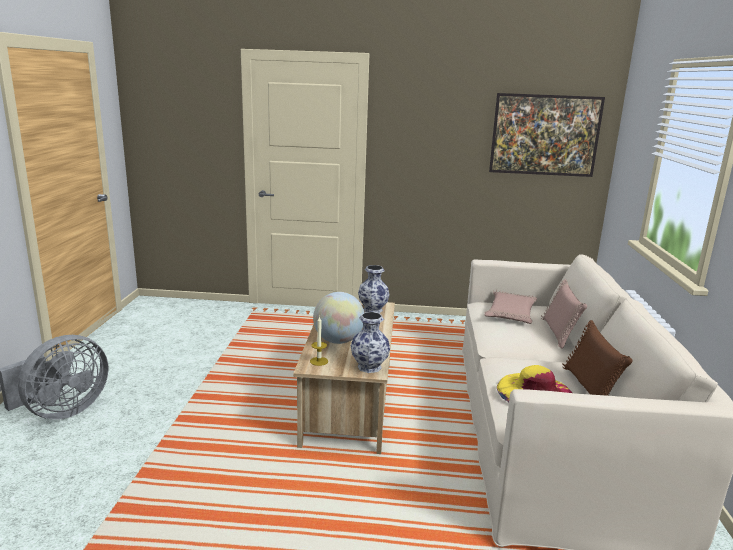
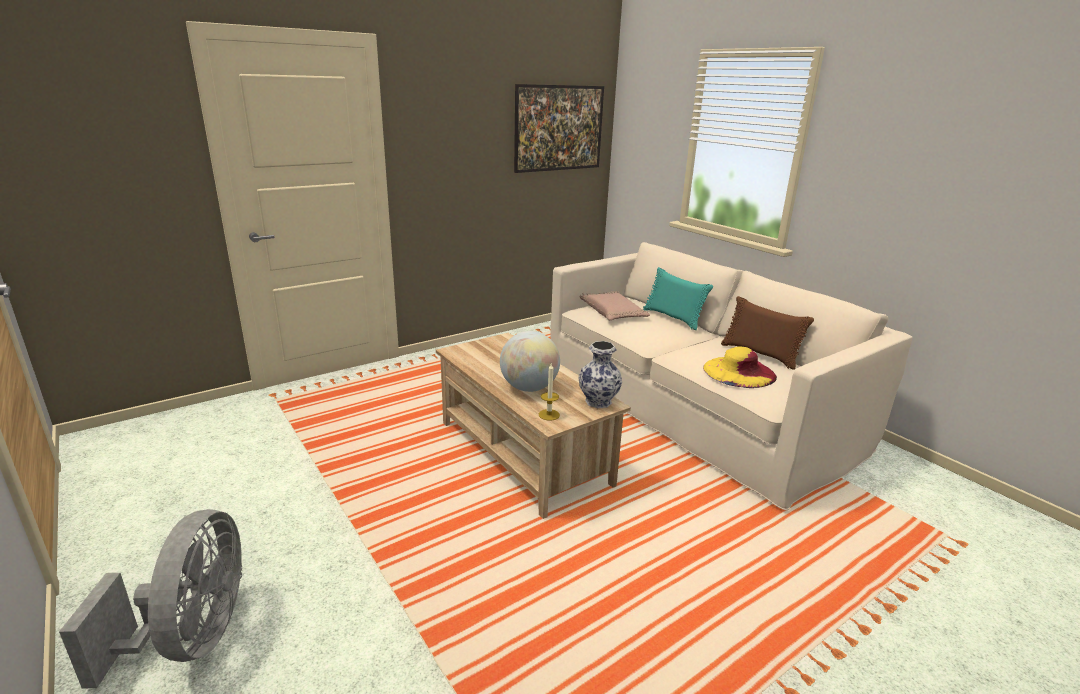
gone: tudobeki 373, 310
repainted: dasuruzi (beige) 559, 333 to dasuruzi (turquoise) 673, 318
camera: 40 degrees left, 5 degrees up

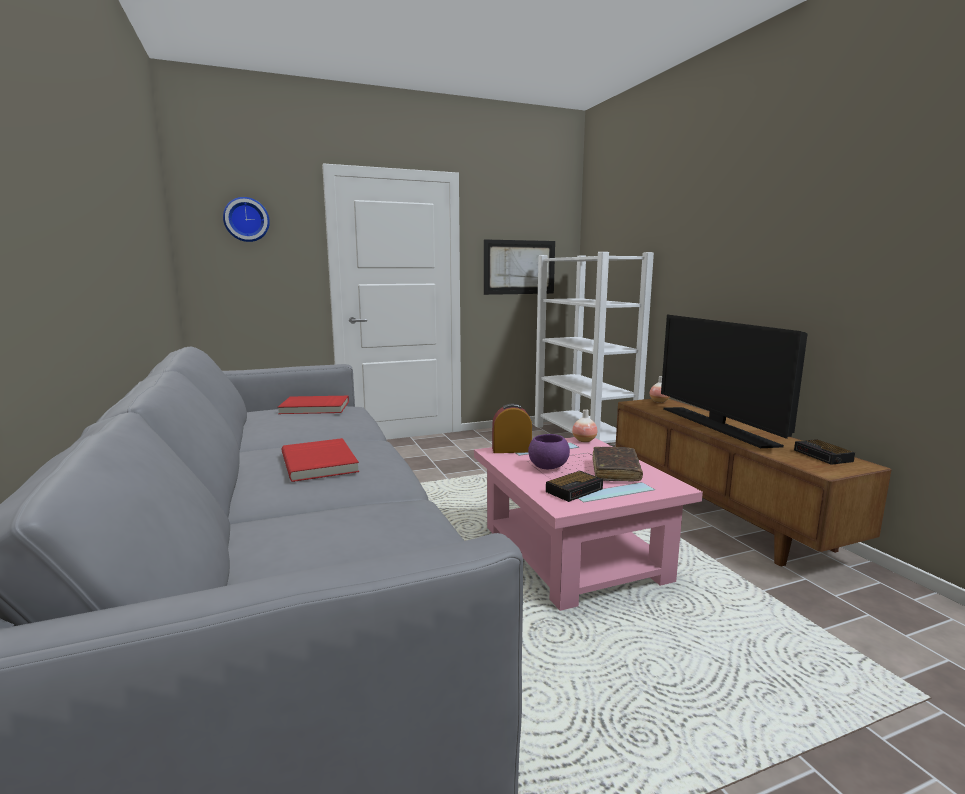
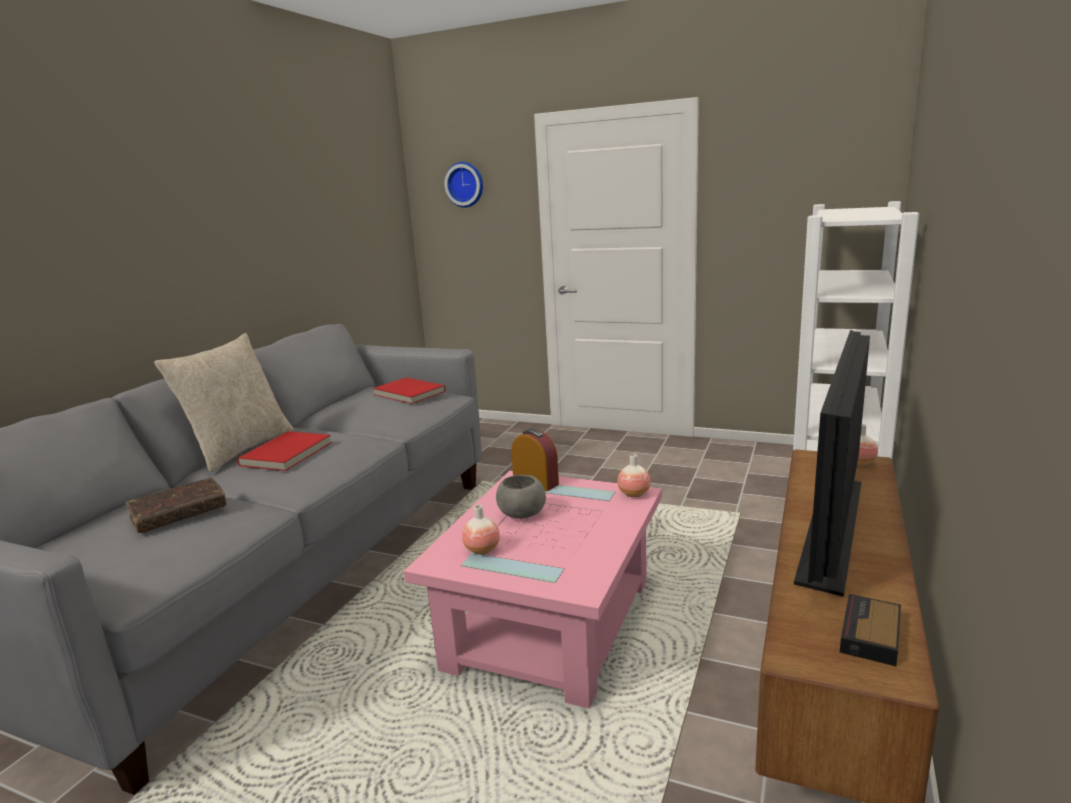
gone: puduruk 519, 267
new: dasuruzi (beige) 240, 448
shifted: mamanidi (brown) 615, 471 to 179, 514
swapped: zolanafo 575, 490 to tudobeki 482, 550
repainted: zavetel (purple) 548, 467 to zavetel (grey) 522, 515
camera: 45 degrees right, 5 degrees up

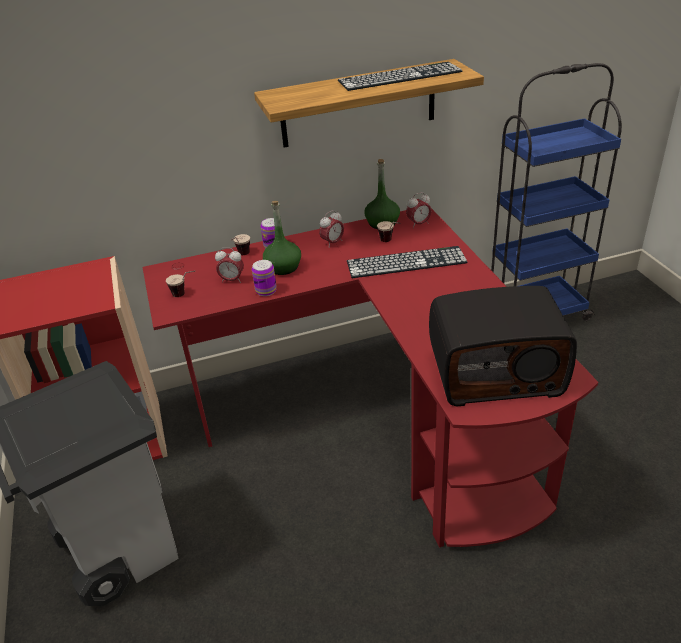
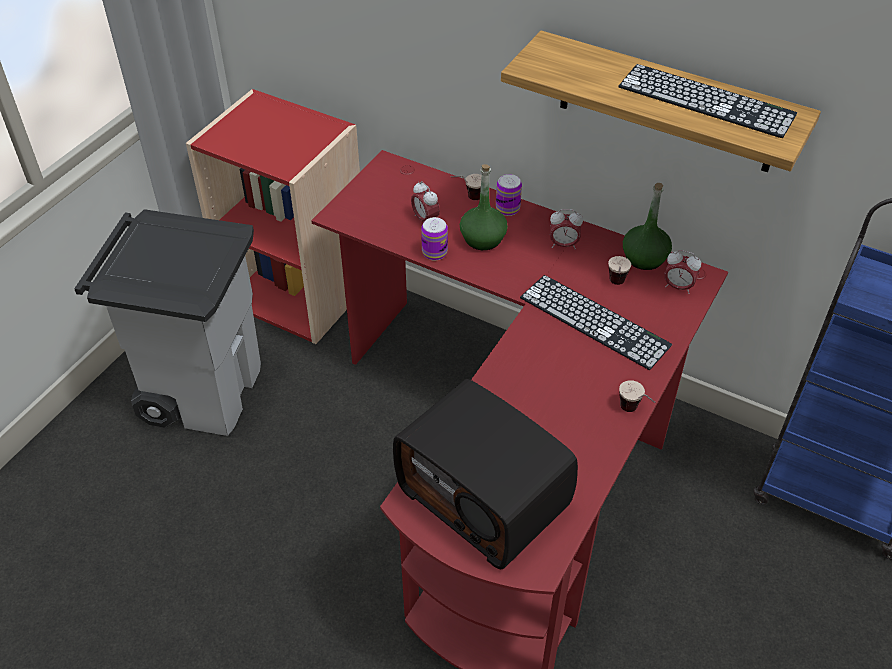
shifted: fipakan 185, 294 to 634, 413
camera: 45 degrees right, 10 degrees up

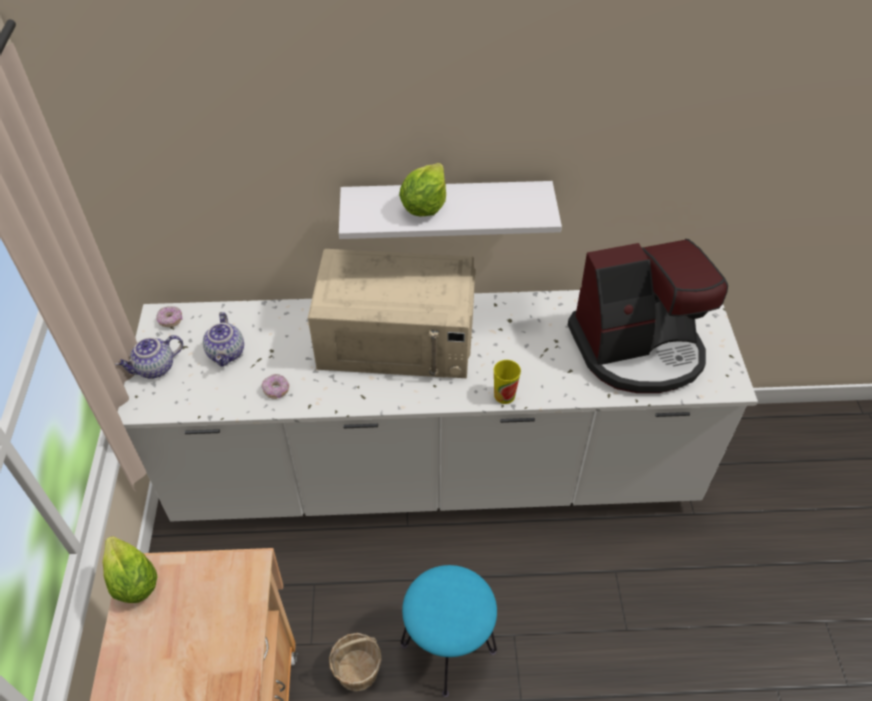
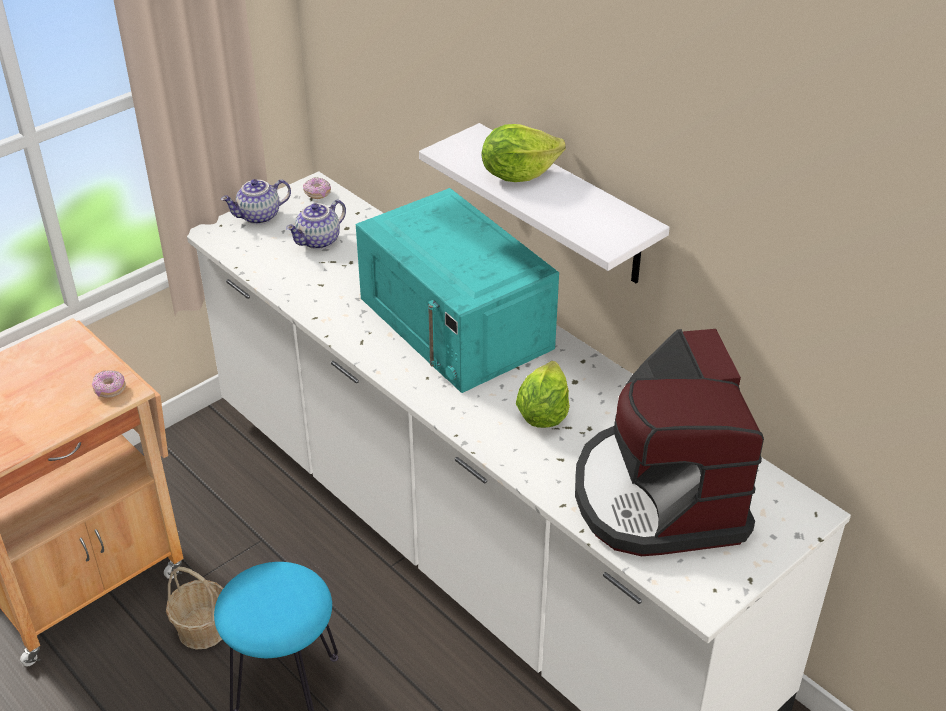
gone: fipakan 504, 395
shifted: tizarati 276, 390 to 110, 390; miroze 133, 582 to 543, 414
repainted: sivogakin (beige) 398, 338 to sivogakin (turquoise) 457, 323
rotated: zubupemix 638, 349 = 658, 496 45 degrees clockwise; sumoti 155, 368 = 259, 217 45 degrees counterclockwise
camera: 50 degrees right, 10 degrees down

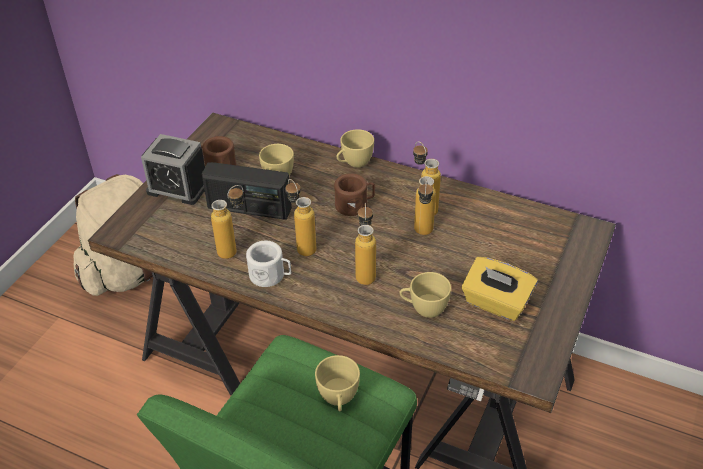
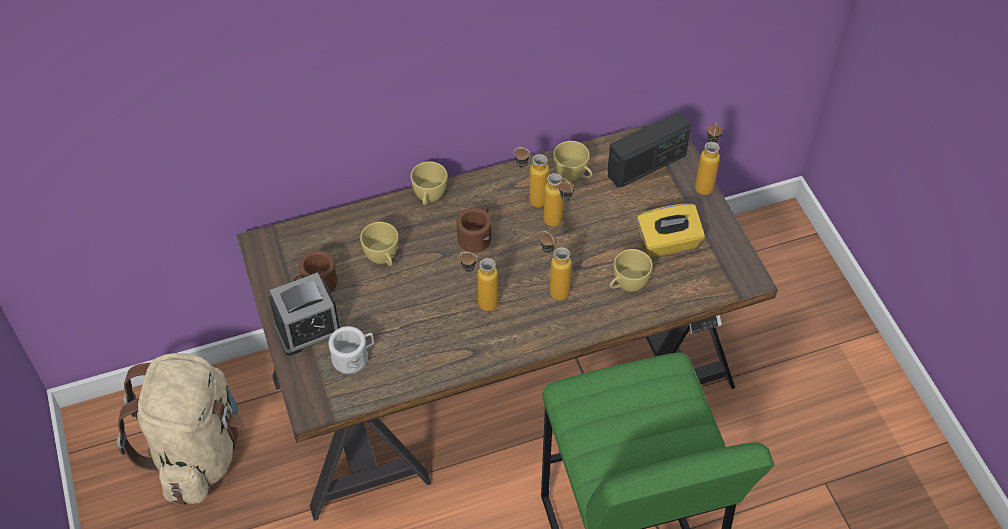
shifted: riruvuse 249, 208 to 647, 165; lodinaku 234, 249 to 704, 182; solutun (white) 271, 276 to 354, 357; fipakan (yellow) 338, 400 to 573, 176
camera: 45 degrees left, 10 degrees up

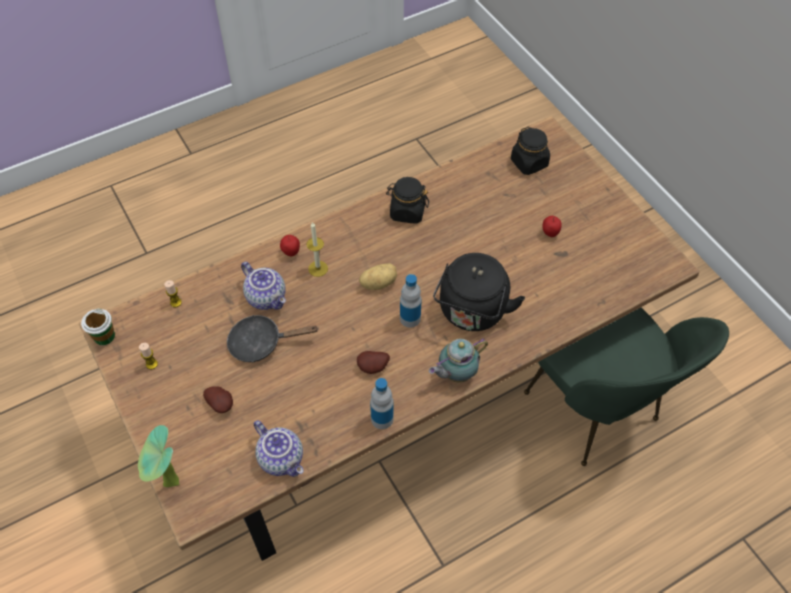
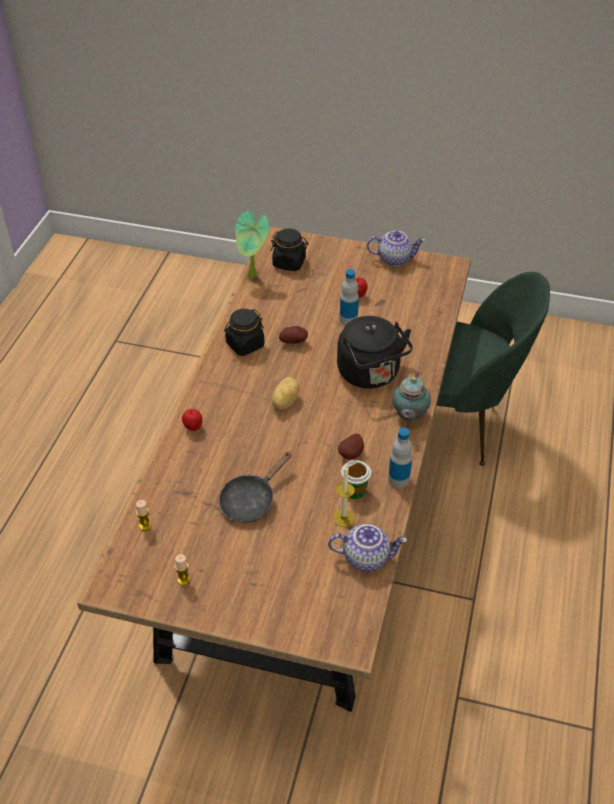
shifted: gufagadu 318, 268 to 343, 518; sumoti 267, 297 to 394, 259; lodinaku 410, 318 to 348, 319; fipakan 104, 336 to 355, 490; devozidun 221, 404 to 294, 341; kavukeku 170, 485 to 252, 278
camera: 45 degrees left, 10 degrees down

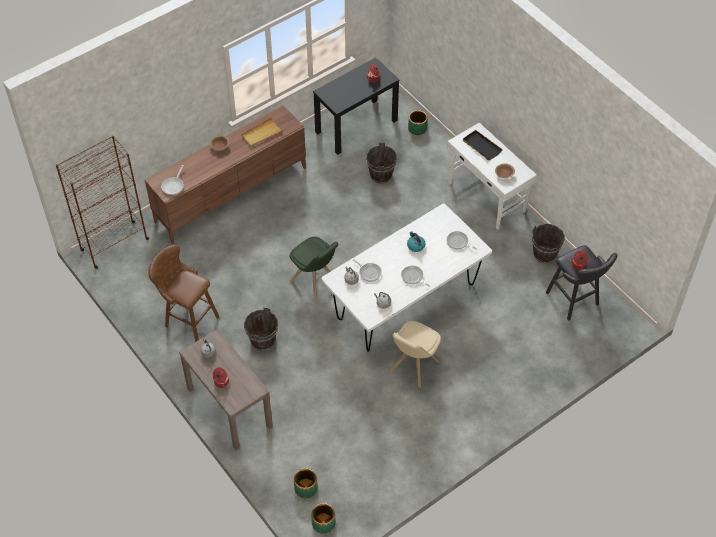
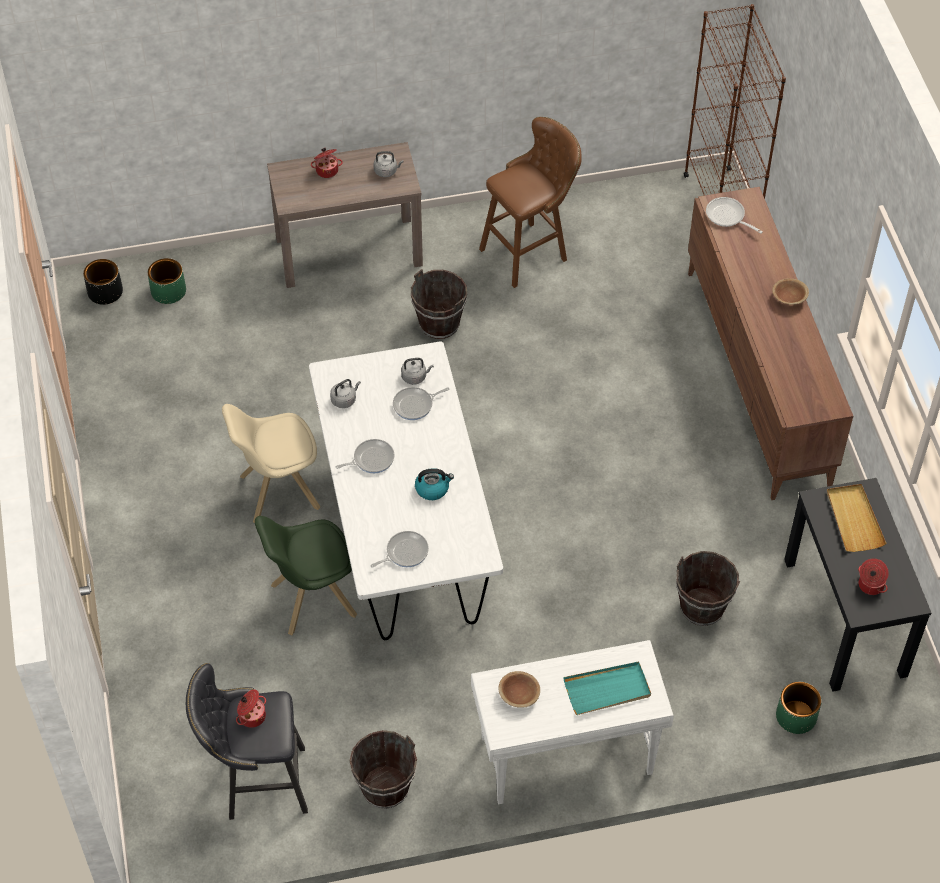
shifted: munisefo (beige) 261, 133 to 854, 519; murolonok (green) 315, 281 to 312, 599
repainted: munisefo (black) 481, 146 to munisefo (turquoise) 607, 690; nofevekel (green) 323, 523 to nofevekel (black) 105, 292
rotated: murolonok (beige) 414, 366 = 278, 491 75 degrees counterclockwise
camera: 115 degrees right, 0 degrees up

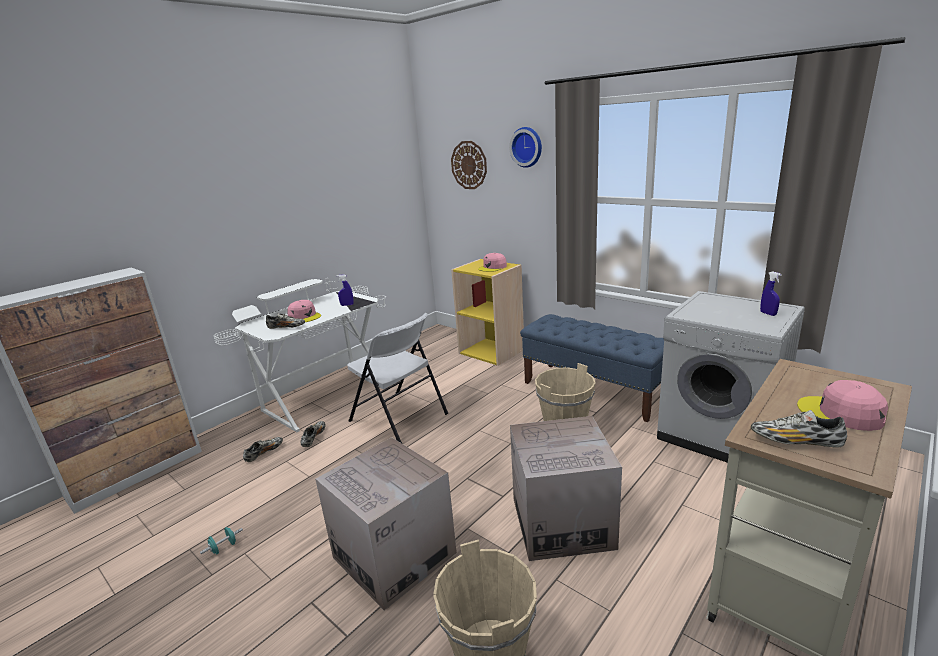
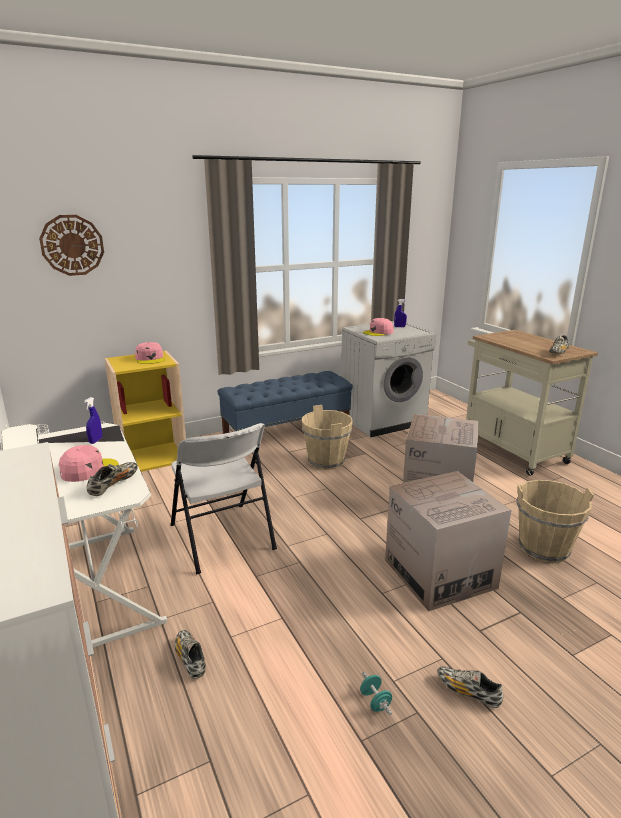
gone: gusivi 527, 147
shifted: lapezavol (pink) 841, 413 to 378, 332; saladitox 314, 438 to 468, 692
rotated: murolonok (white) 398, 417 = 221, 537 90 degrees clockwise
camera: 70 degrees left, 0 degrees up

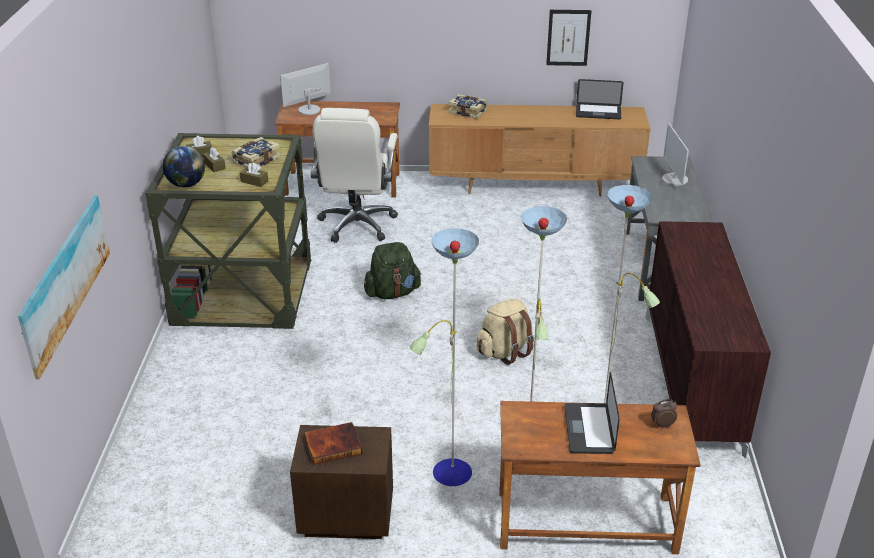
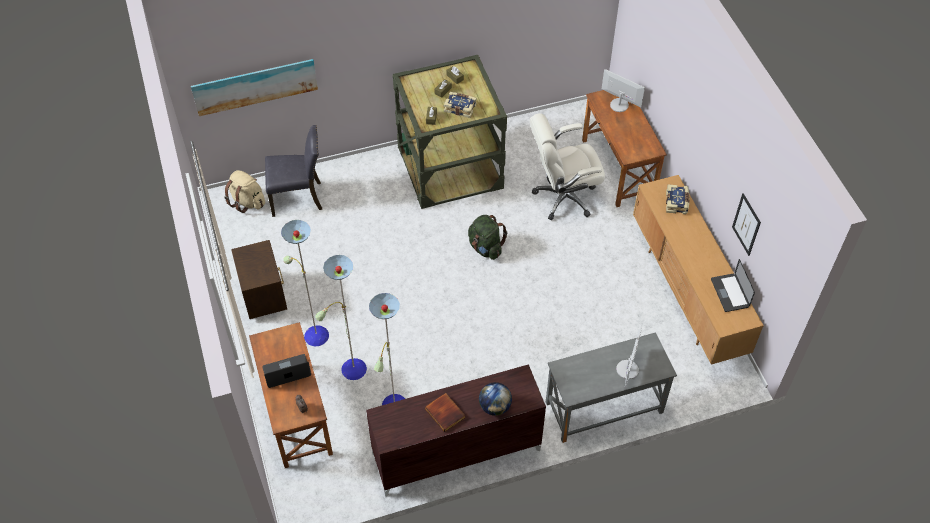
new: murolonok (grey) 298, 197
shifted: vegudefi 186, 184 to 495, 406; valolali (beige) 505, 351 to 247, 201; mamanidi 333, 445 to 446, 413
rotated: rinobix 674, 179 = 627, 369 135 degrees clockwise
camera: 70 degrees right, 20 degrees up

